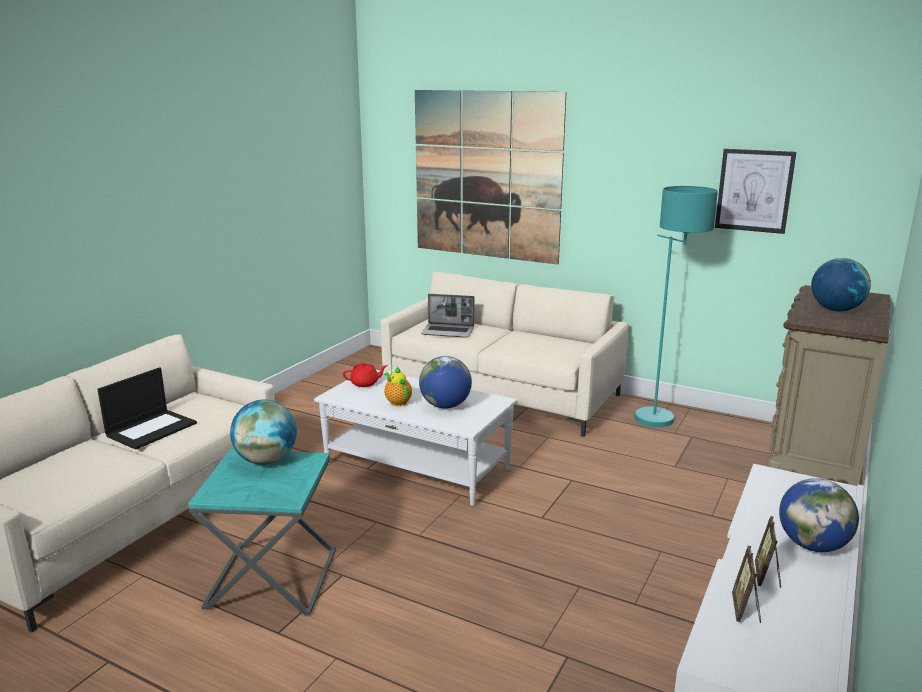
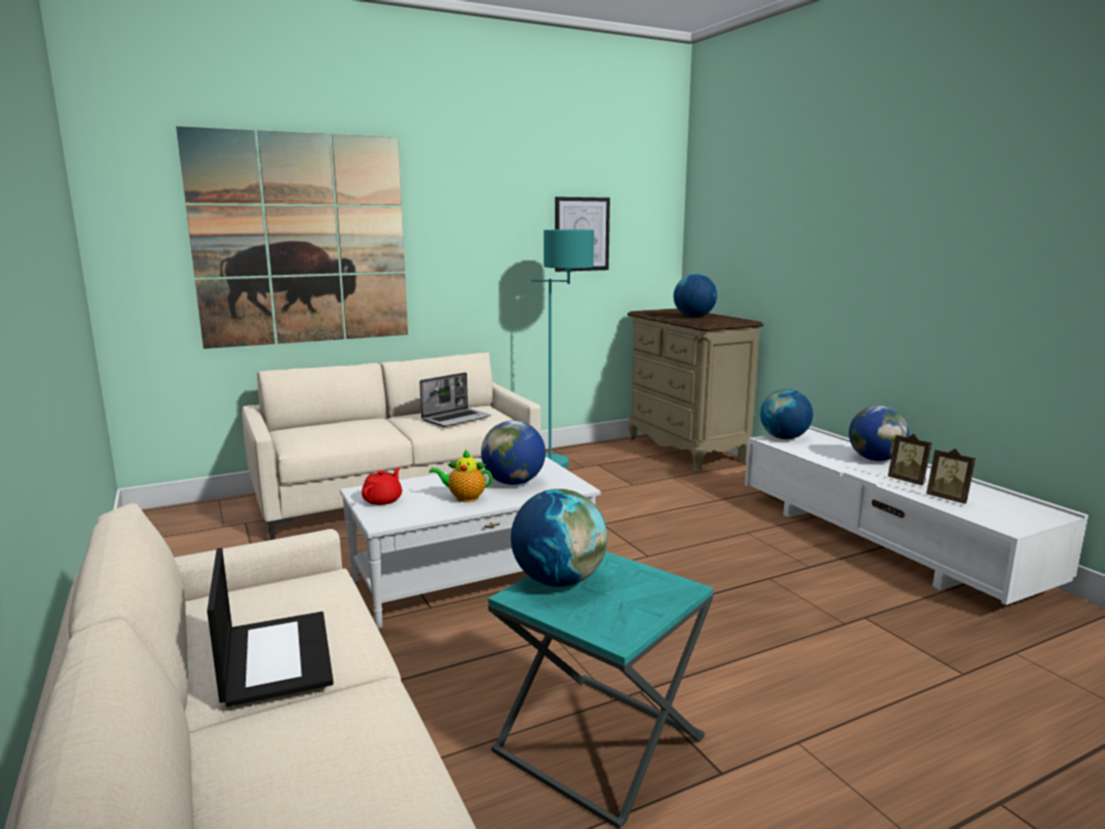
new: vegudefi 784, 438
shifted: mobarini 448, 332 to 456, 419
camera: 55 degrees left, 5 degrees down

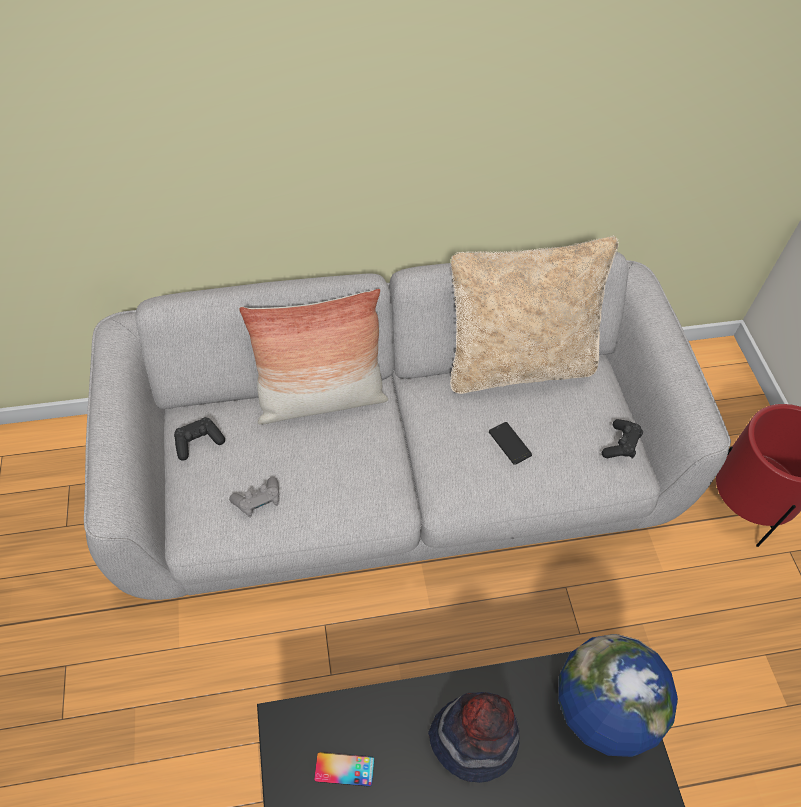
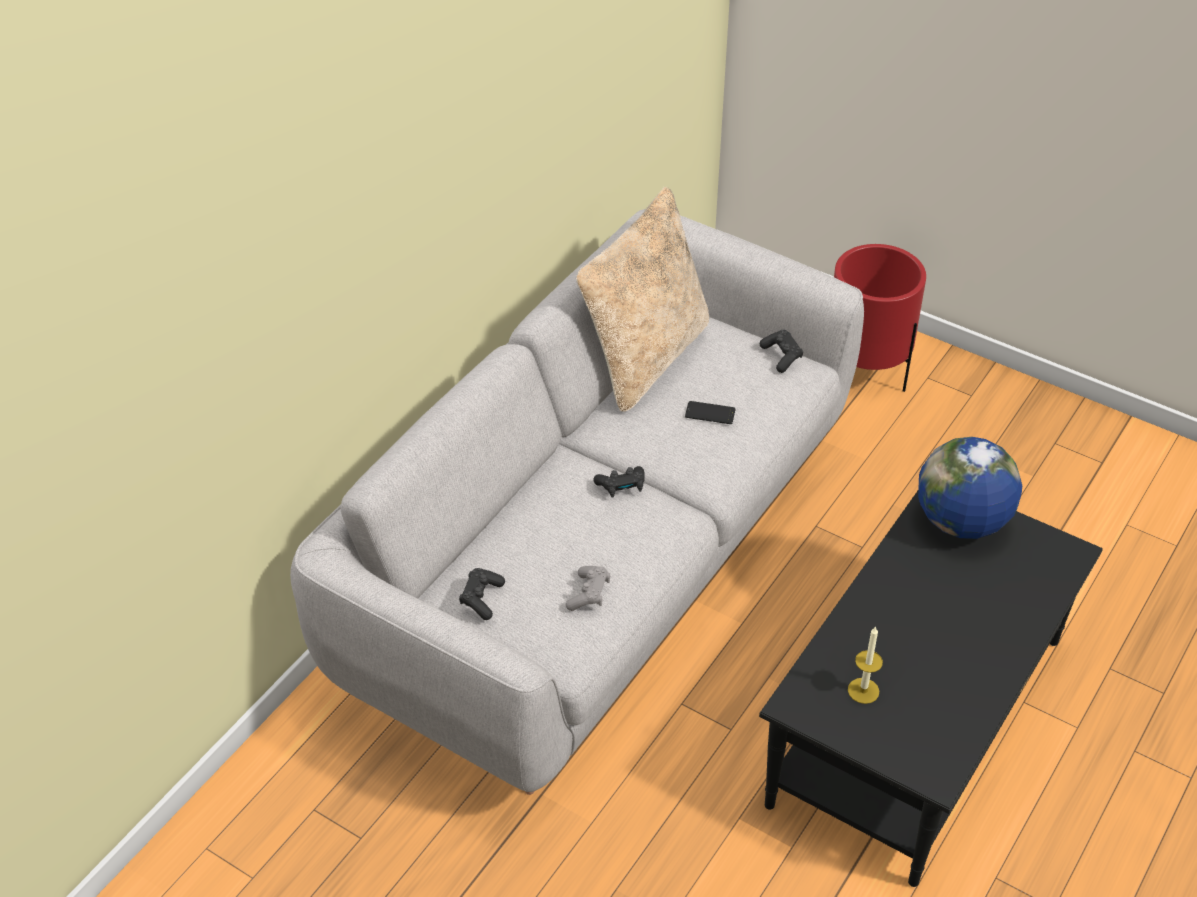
gone: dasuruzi 321, 399; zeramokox 473, 738
new: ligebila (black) 621, 487
swapped: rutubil 344, 769 to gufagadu 863, 690
camera: 45 degrees left, 10 degrees down

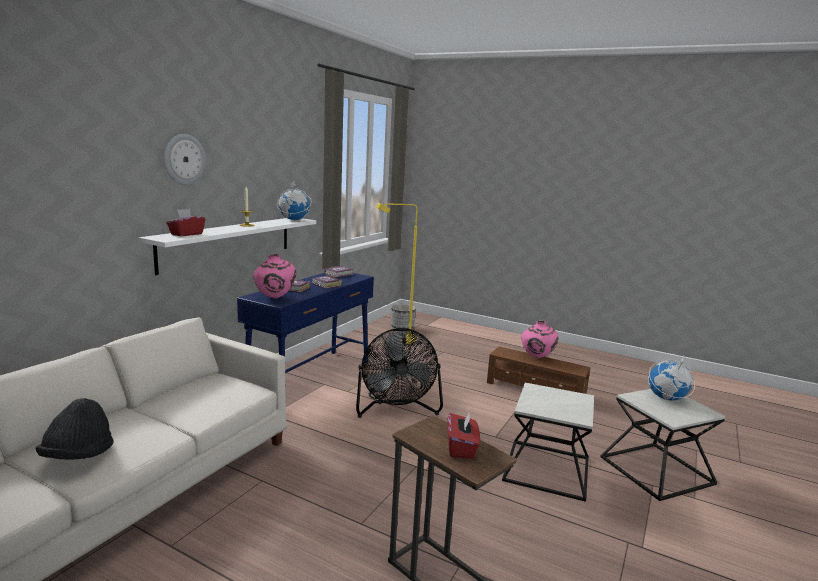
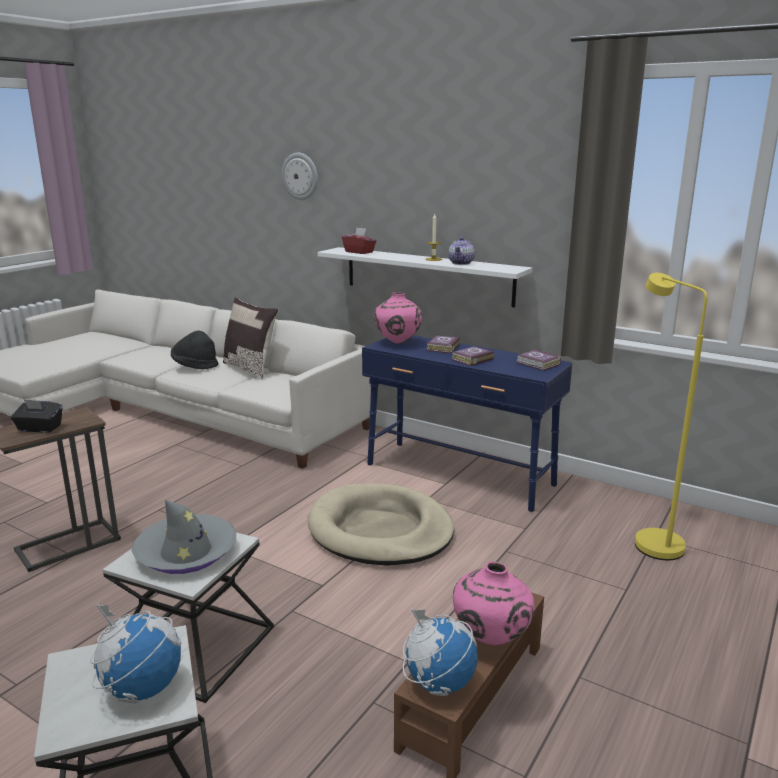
gone: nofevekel 402, 327
new: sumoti 461, 263; dasuruzi 250, 369; zeramokox (grey) 186, 552
shifted: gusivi 184, 159 to 300, 176; vegudefi 293, 220 to 439, 683
swapped: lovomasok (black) 393, 408 to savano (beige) 380, 530
repainted: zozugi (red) 461, 448 to zozugi (black) 39, 428
camera: 95 degrees right, 5 degrees up

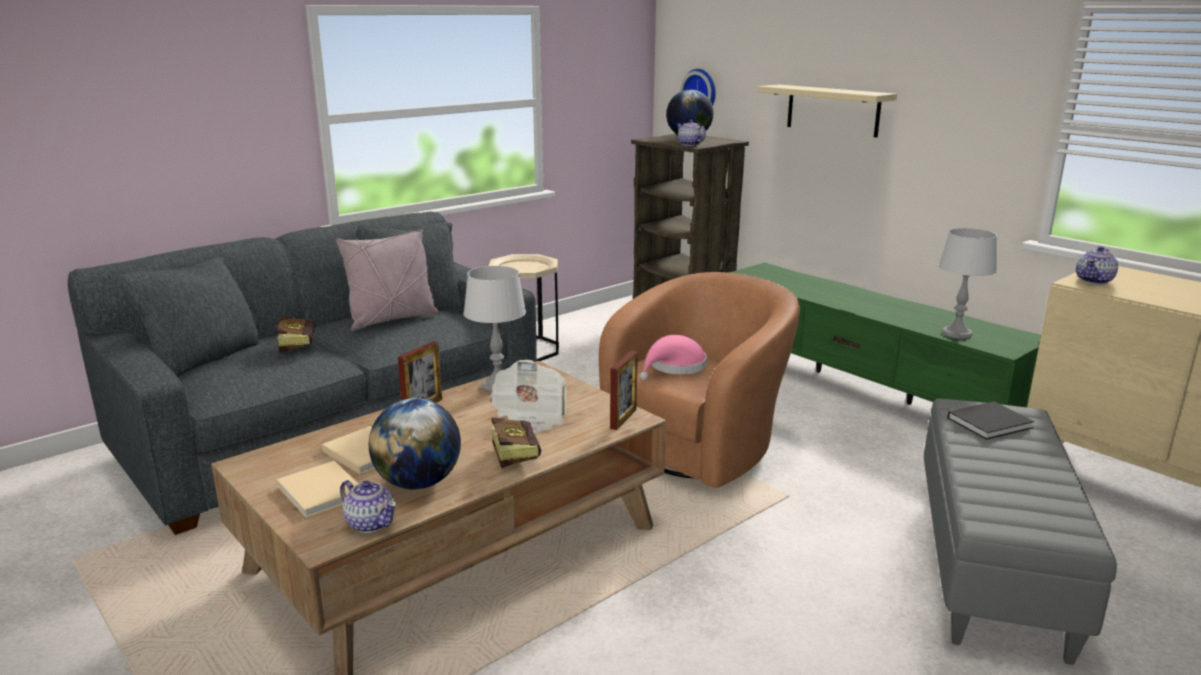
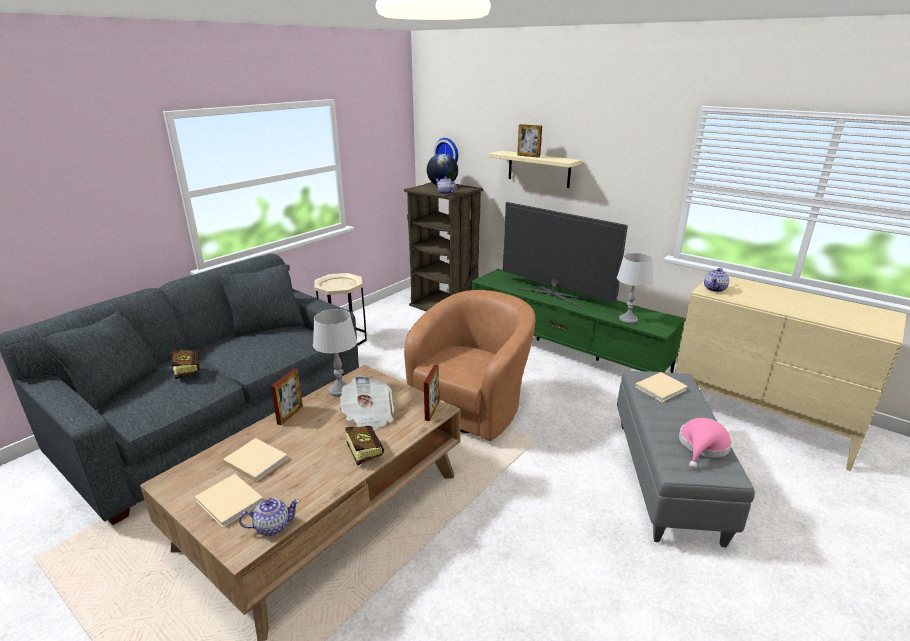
gone: dasuruzi (purple) 392, 320; vegudefi 418, 483
new: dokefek 528, 156; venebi 554, 294
shifted: zeramokox (pink) 674, 367 to 702, 446
repainted: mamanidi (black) 991, 422 to mamanidi (beige) 661, 388
rotated: sumoti 370, 523 = 272, 526 45 degrees counterclockwise
camera: 10 degrees left, 5 degrees up

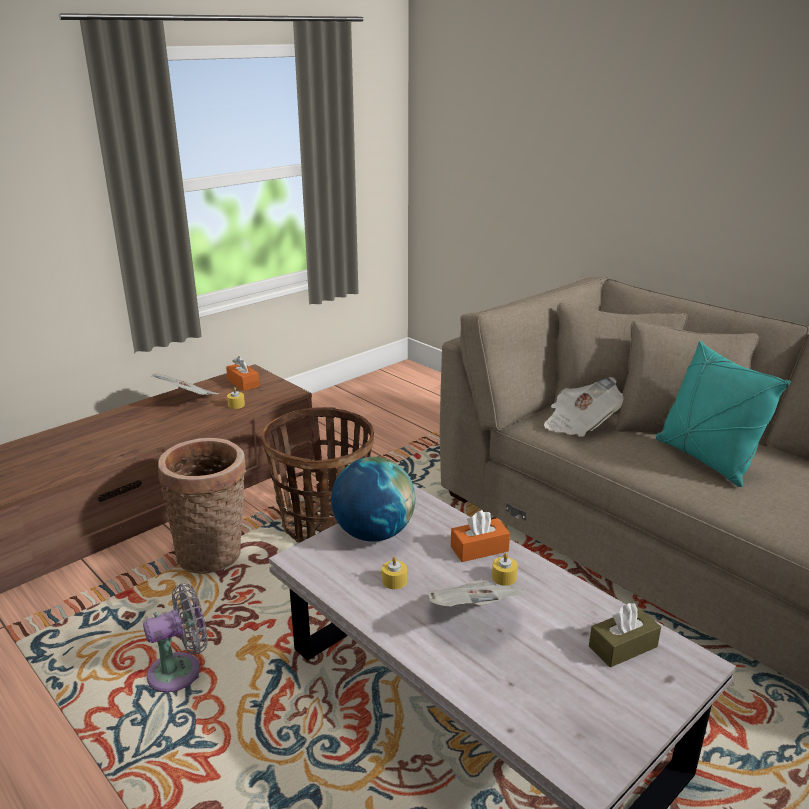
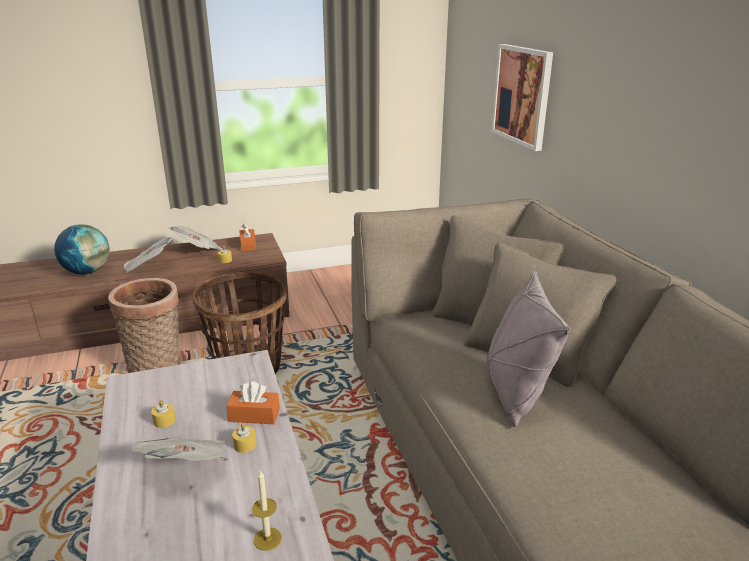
gone: lovomasok (grey) 180, 671
new: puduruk 522, 95
shifted: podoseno 579, 423 to 148, 267; vegudefi 373, 533 to 87, 272
swapped: zozugi (brown) 623, 646 to gufagadu 267, 539
repainted: dasuruzi (turquoise) 705, 459 to dasuruzi (purple) 514, 391
camera: 25 degrees right, 0 degrees up

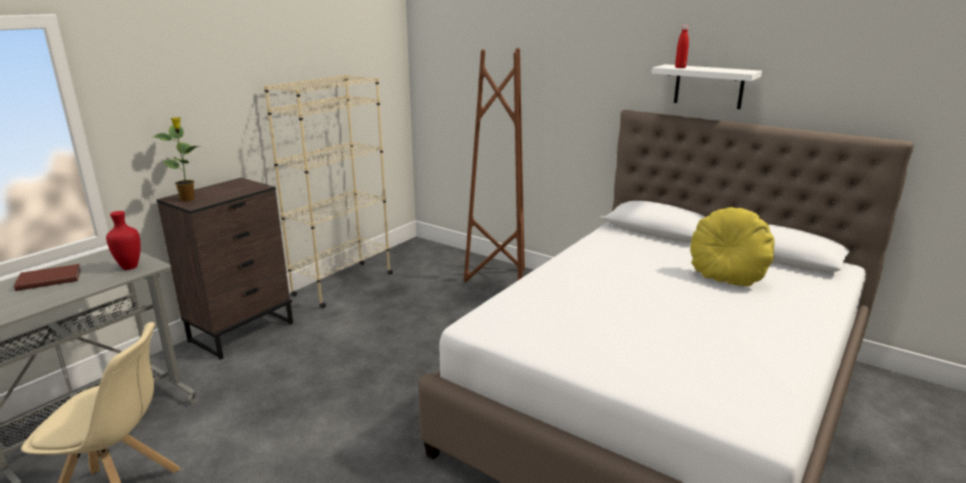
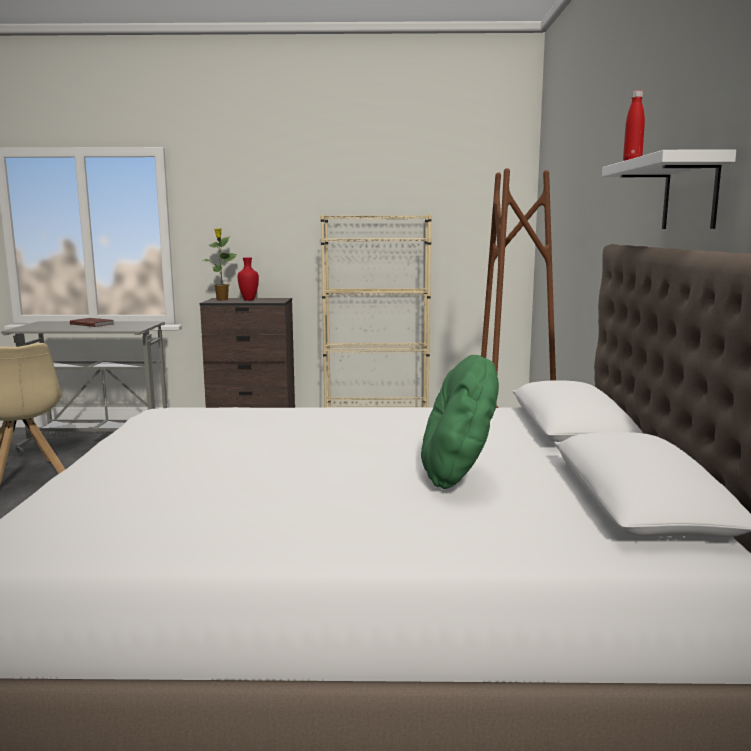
shifted: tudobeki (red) 131, 267 to 249, 300
repainted: dasuruzi (yellow) 726, 279 to dasuruzi (green) 457, 478
camera: 55 degrees right, 10 degrees down

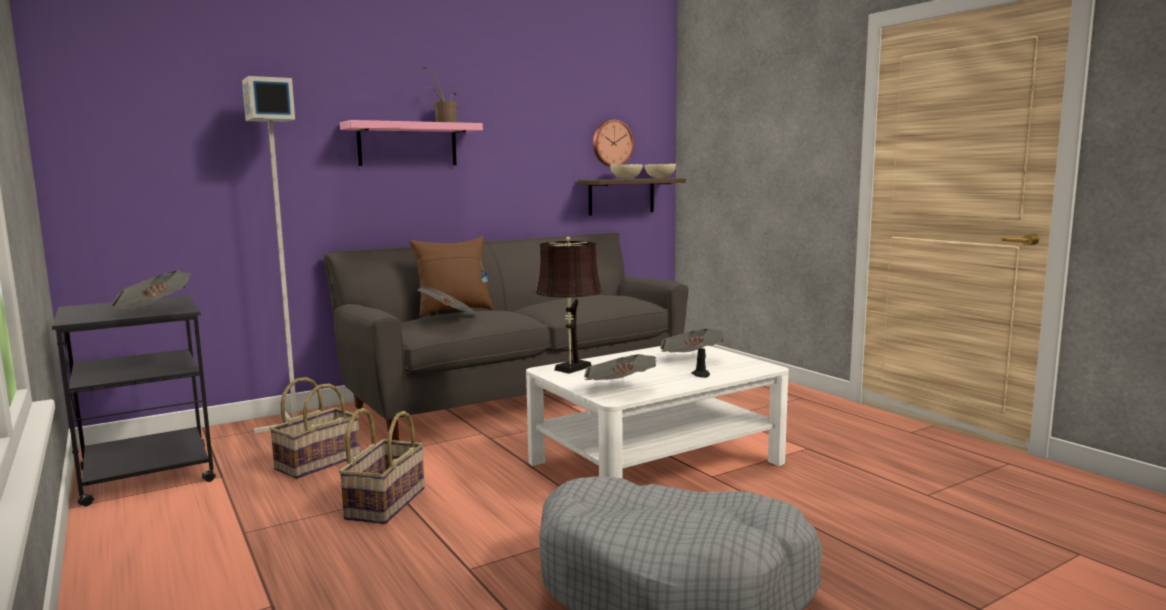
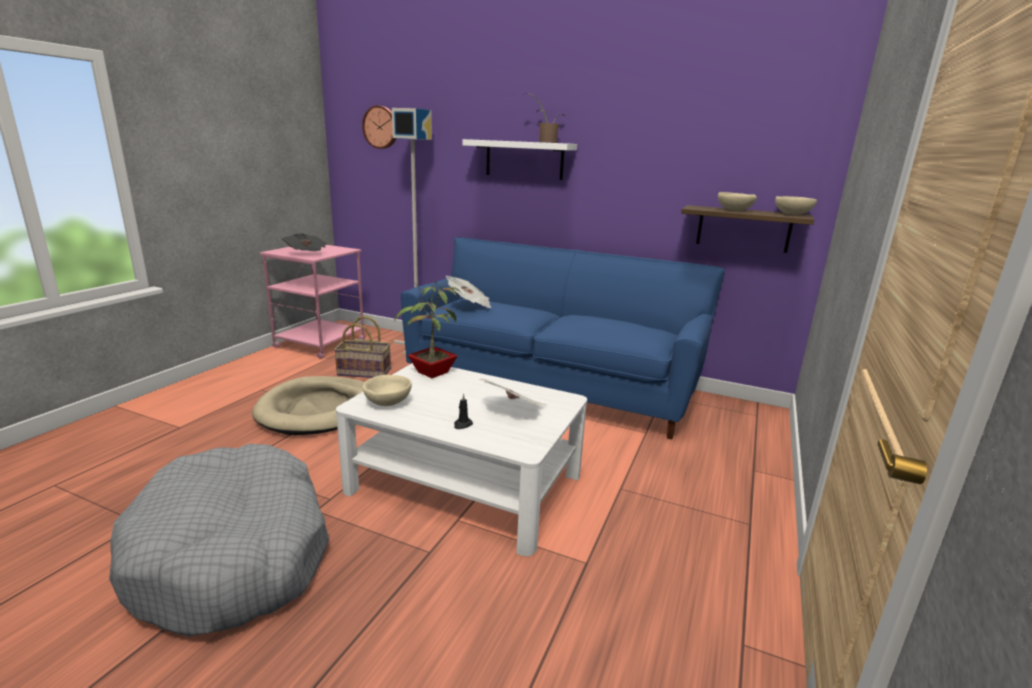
gone: dasuruzi (brown) 454, 311
shifted: gusivi 612, 143 to 381, 127
swapped: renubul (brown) 570, 369 to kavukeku 431, 373; podoseno 619, 389 to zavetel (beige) 388, 402; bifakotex 384, 503 to savano (beige) 318, 409
repainted: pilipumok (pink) 407, 144 to pilipumok (white) 524, 159; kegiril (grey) 519, 395 to kegiril (blue) 550, 386; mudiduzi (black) 147, 473 to mudiduzi (pink) 321, 343
camera: 55 degrees right, 10 degrees up

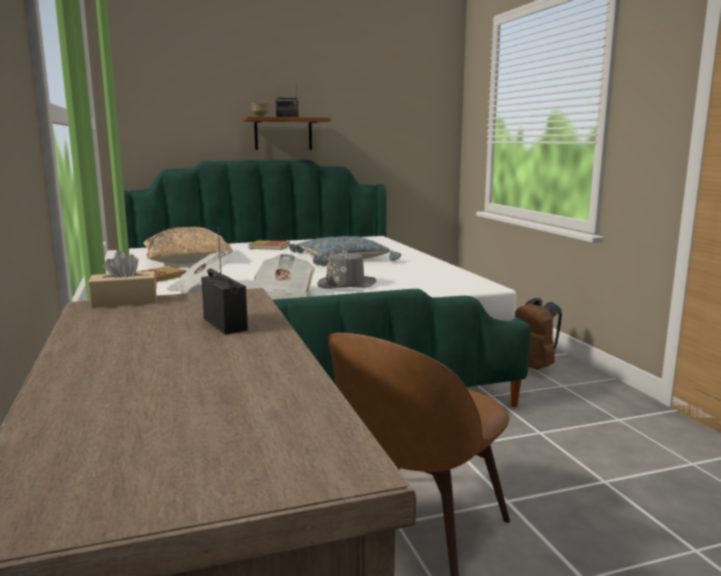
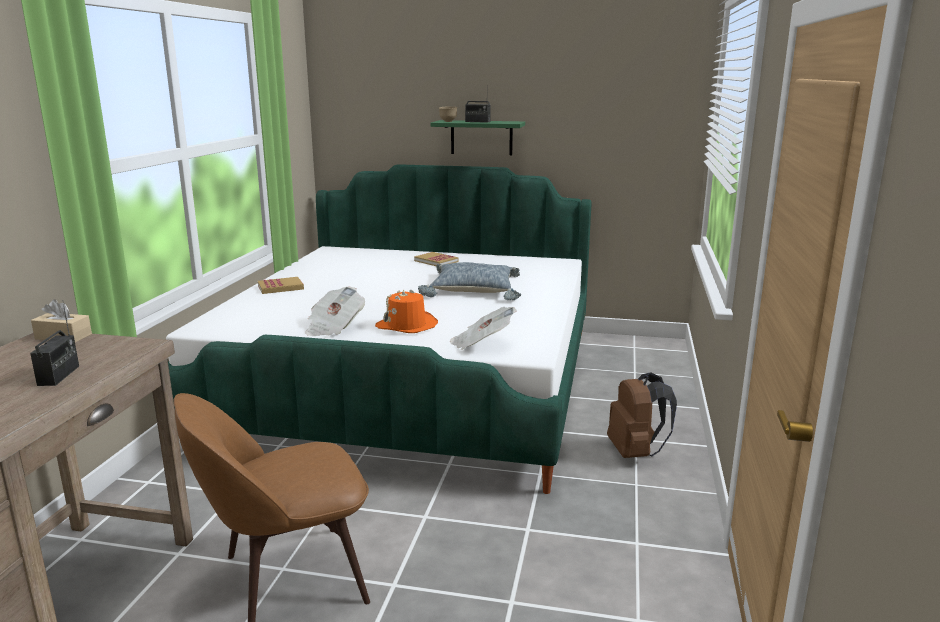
gone: dasuruzi (beige) 188, 260
shifted: podoseno 199, 288 to 481, 344
repainted: pilipumok (brown) 283, 133 to pilipumok (green) 481, 137; zeramokox (grey) 346, 284 to zeramokox (orange) 407, 325
camera: 30 degrees right, 5 degrees up

